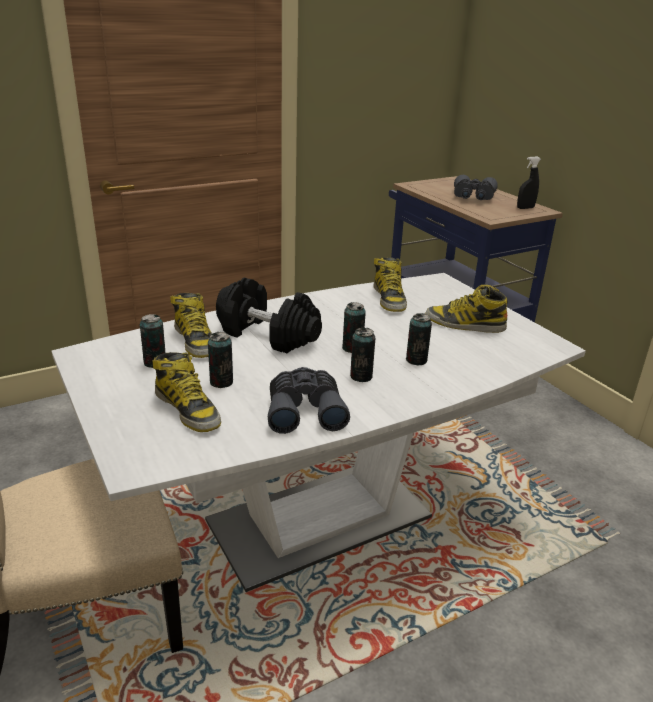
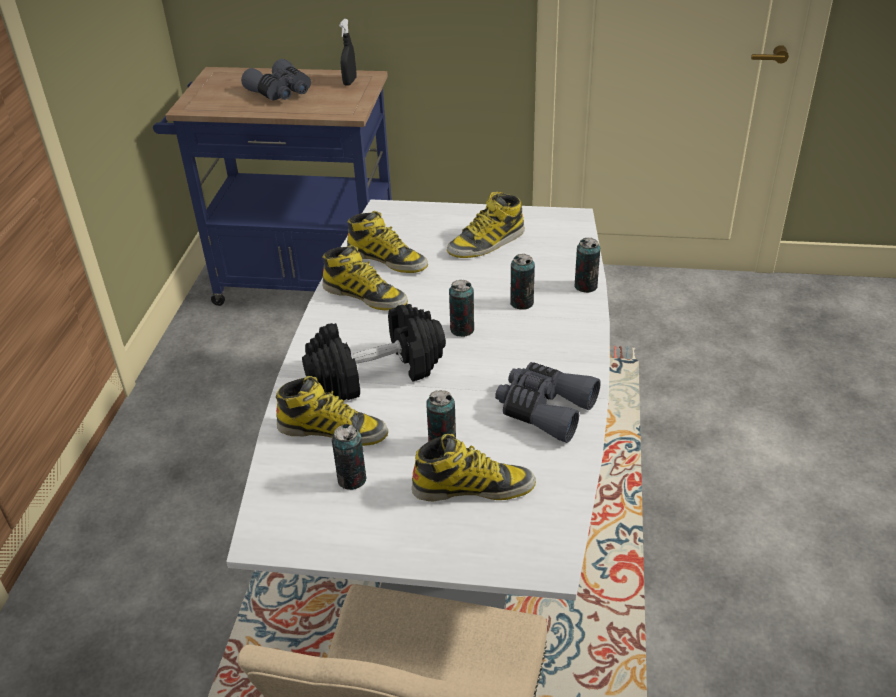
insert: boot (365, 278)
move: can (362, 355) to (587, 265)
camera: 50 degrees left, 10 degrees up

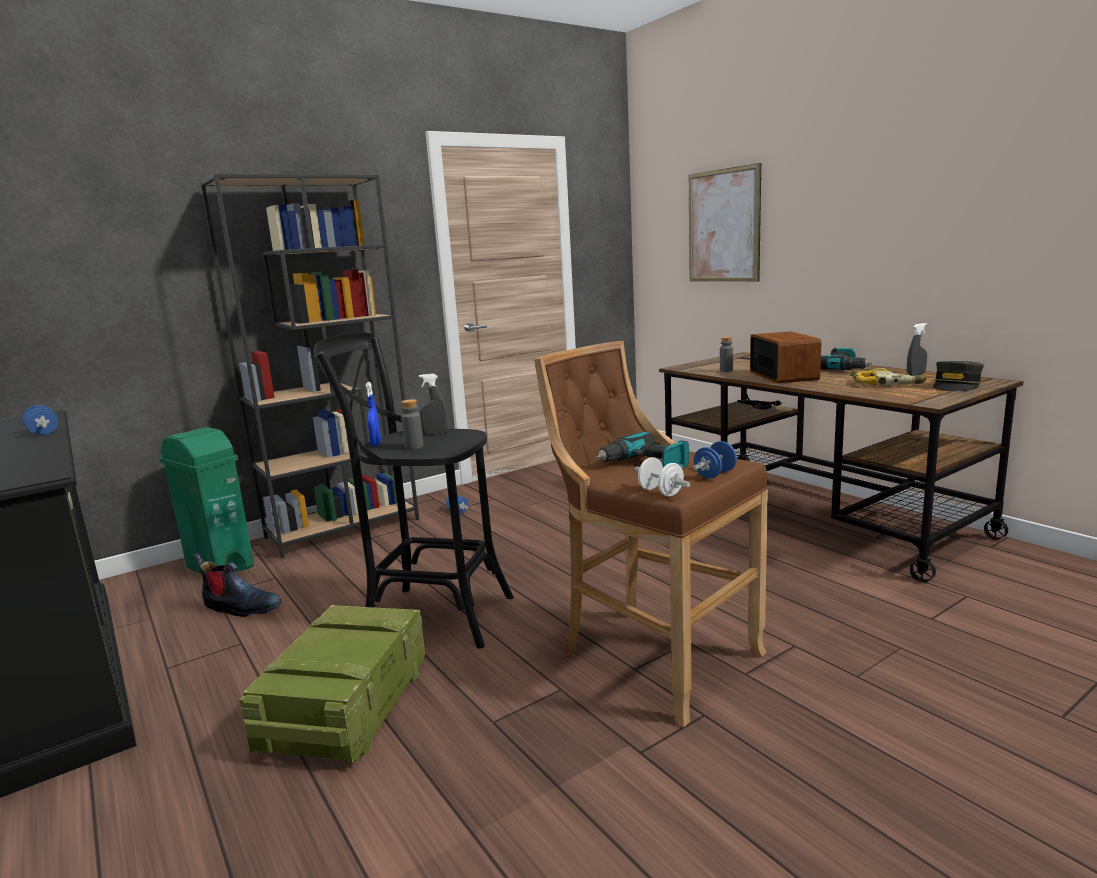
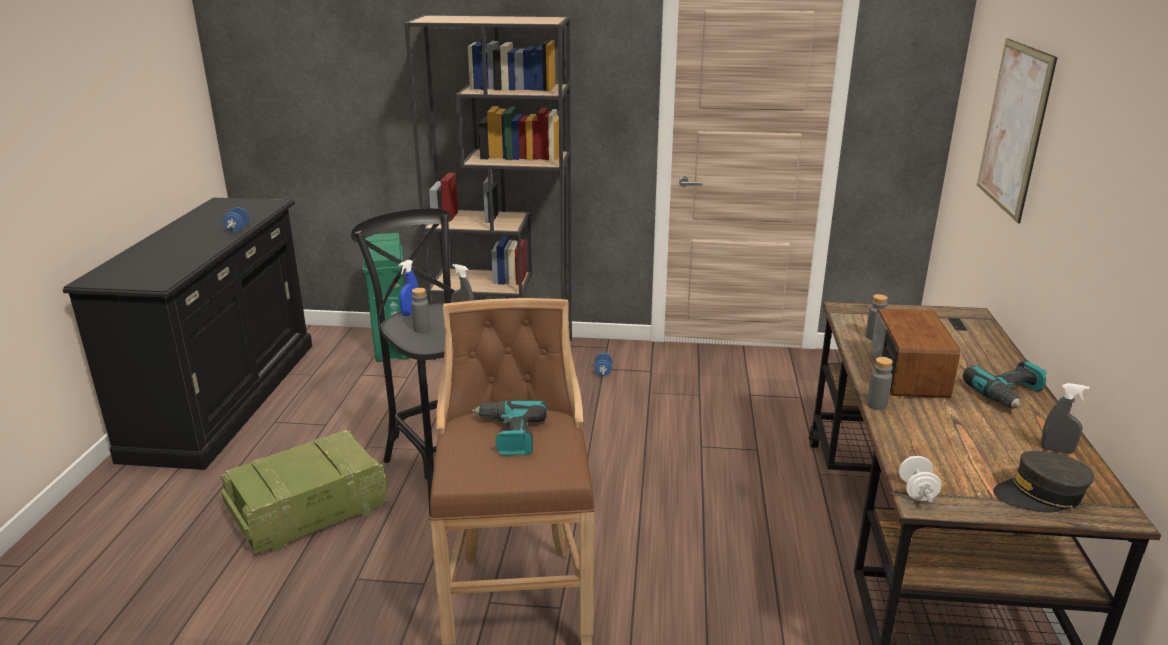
delete: boot (237, 585); dumbbell (blue) (715, 460); power drill (887, 377)
insert: bottle (grey) (880, 383)
move: dumbbell (white) (662, 476) to (920, 479)
rotate: radio (785, 357) = (915, 353) 150 degrees clockwise
camera: 40 degrees right, 10 degrees up

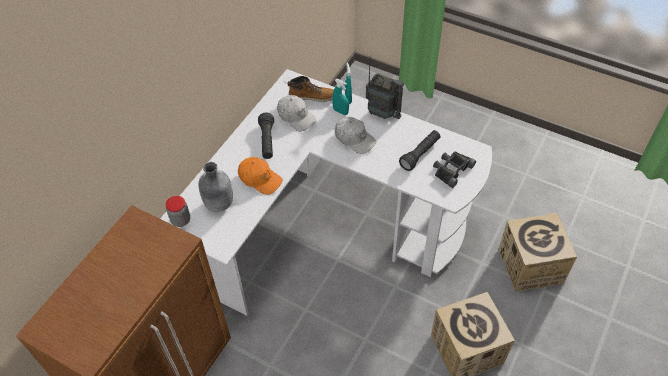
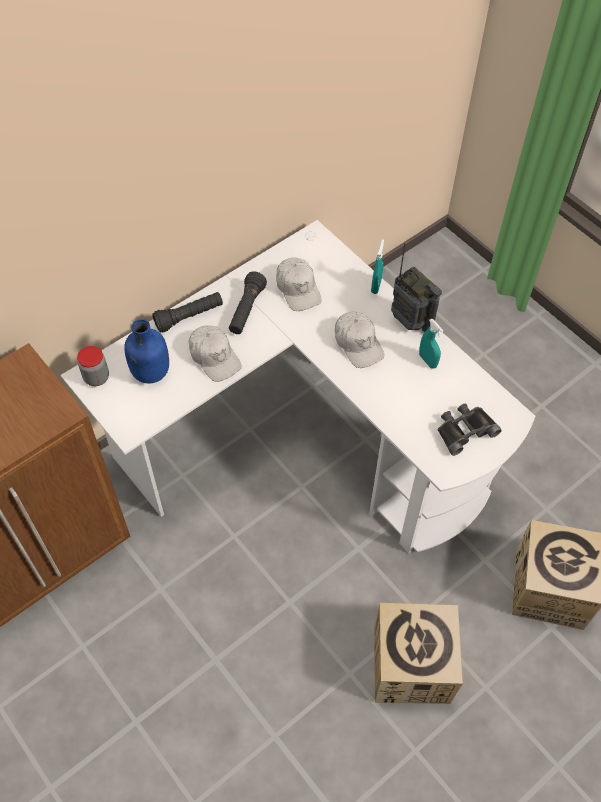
delete: boot (311, 89)
move: flashlight (black) (419, 150) to (187, 312); spray bottle (turquoise) (340, 97) to (431, 344)
recolor: bottle (grey) (215, 187) to bottle (blue) (146, 351); cap (orange) (260, 176) to cap (white) (215, 353)
camera: 20 degrees right, 5 degrees up

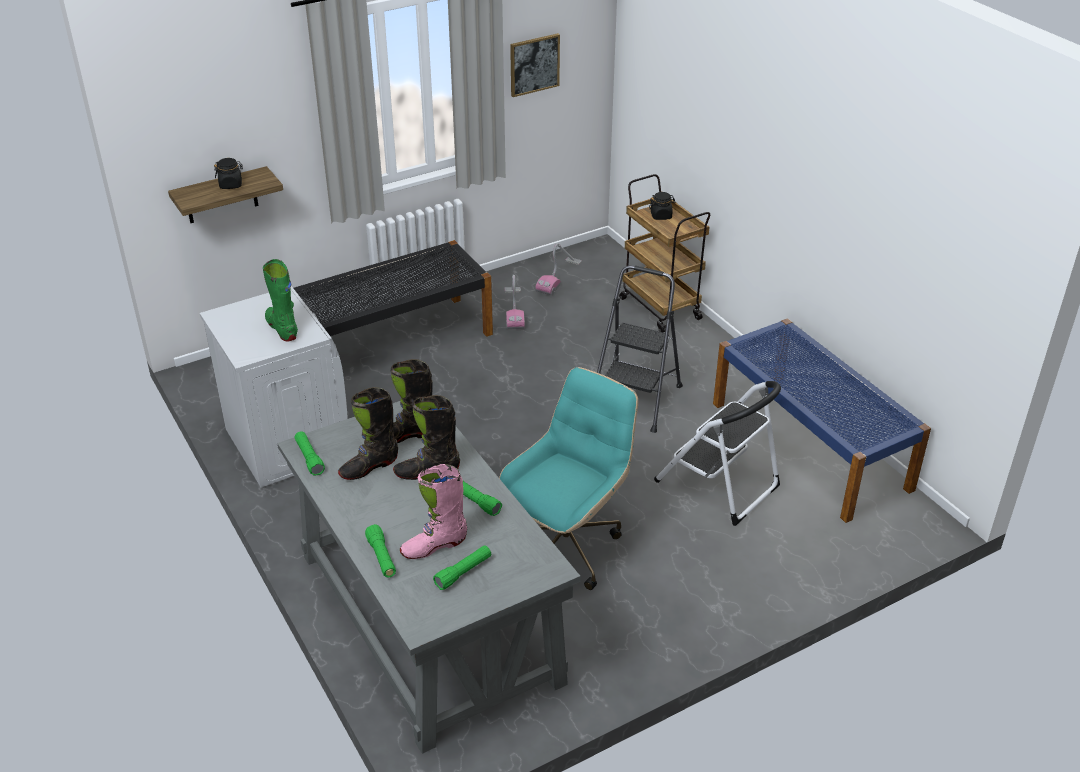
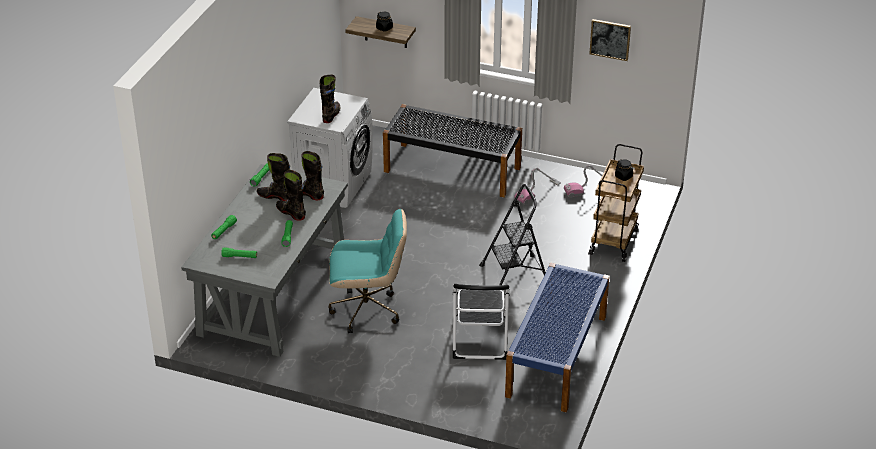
delete: boot (pink) (433, 511)
recolor: boot (green) (280, 300) to boot (black) (329, 99)
camera: 50 degrees right, 0 degrees up

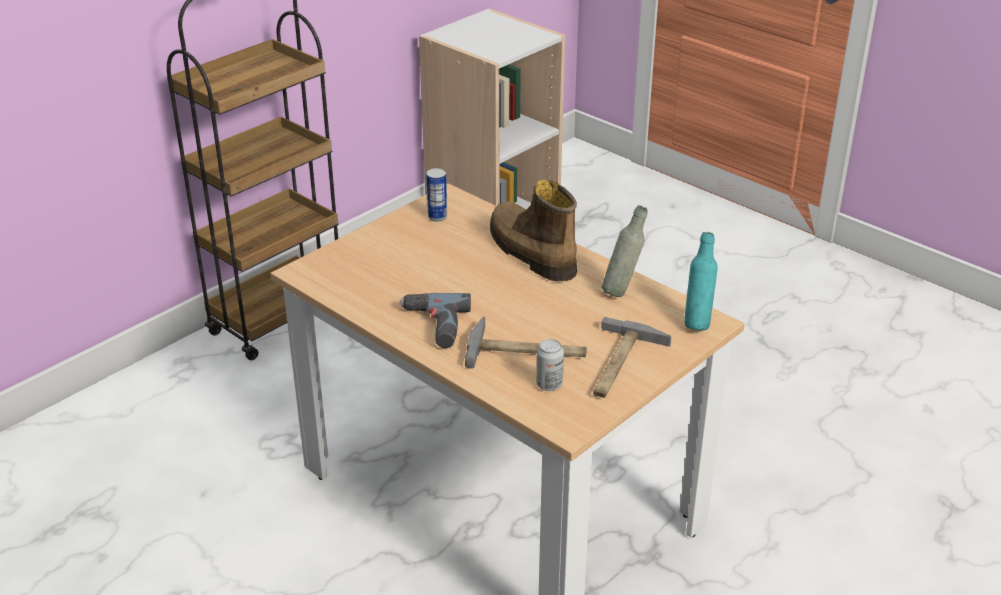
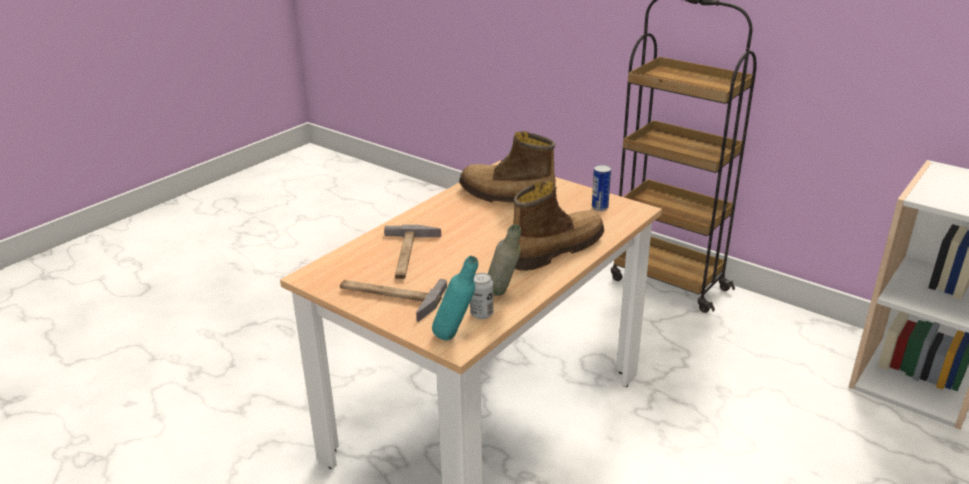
delete: power drill (435, 320)
insert: boot (507, 167)
move: can (550, 365) to (482, 296)
camera: 85 degrees right, 5 degrees down

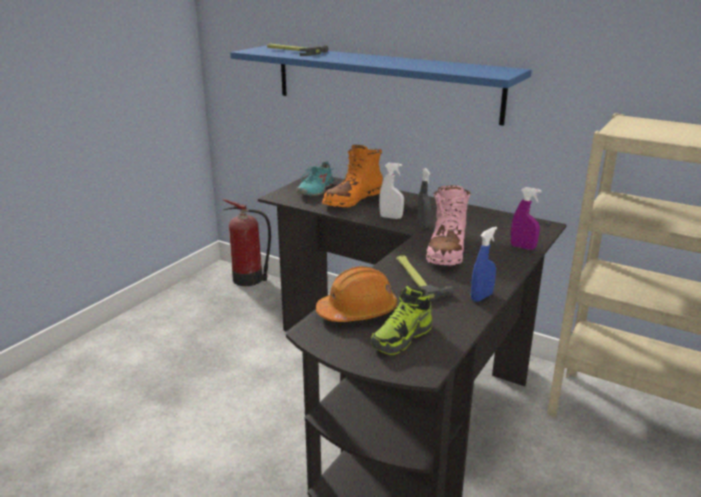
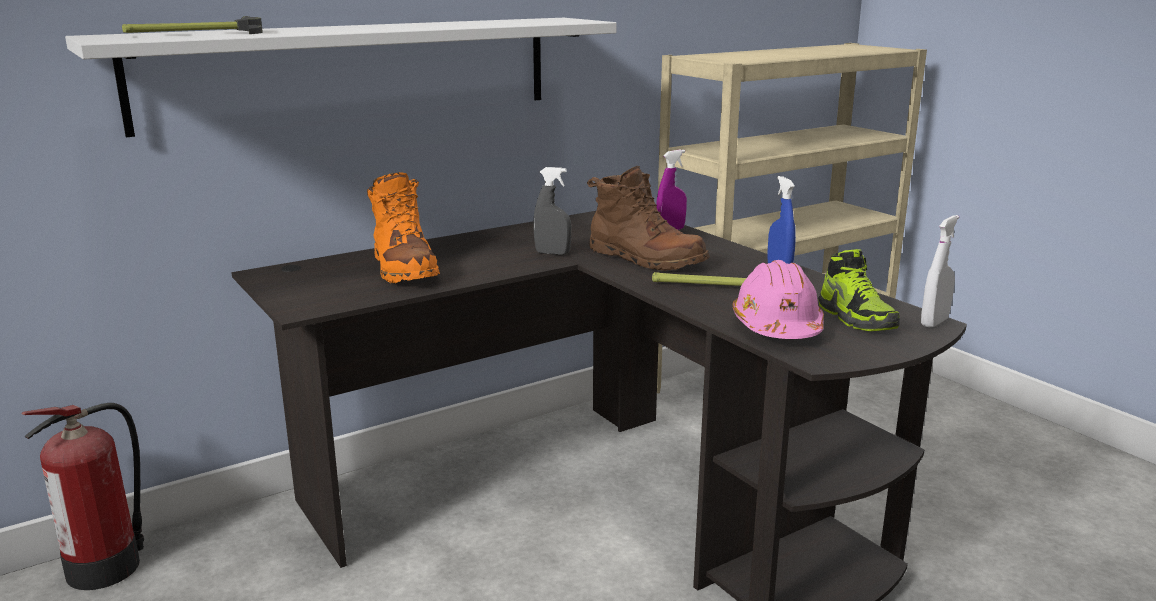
delete: shoe (turquoise) (315, 178)
move: spray bottle (white) (391, 191) to (940, 271)
recolor: shelf (blue) (381, 85) to shelf (white) (341, 77); boot (pink) (448, 225) to boot (brown) (648, 218); hard hat (orange) (356, 294) to hard hat (pink) (778, 299)
camera: 65 degrees left, 5 degrees down

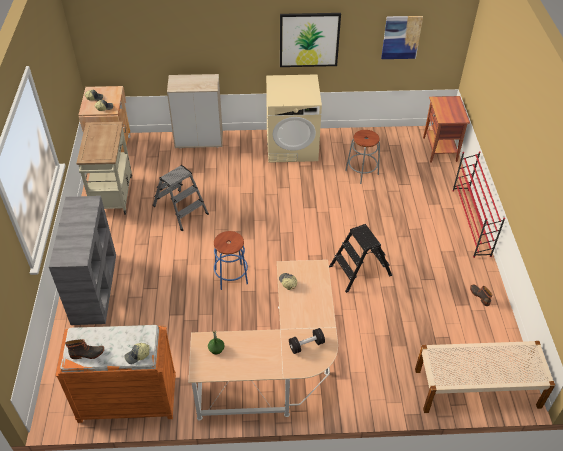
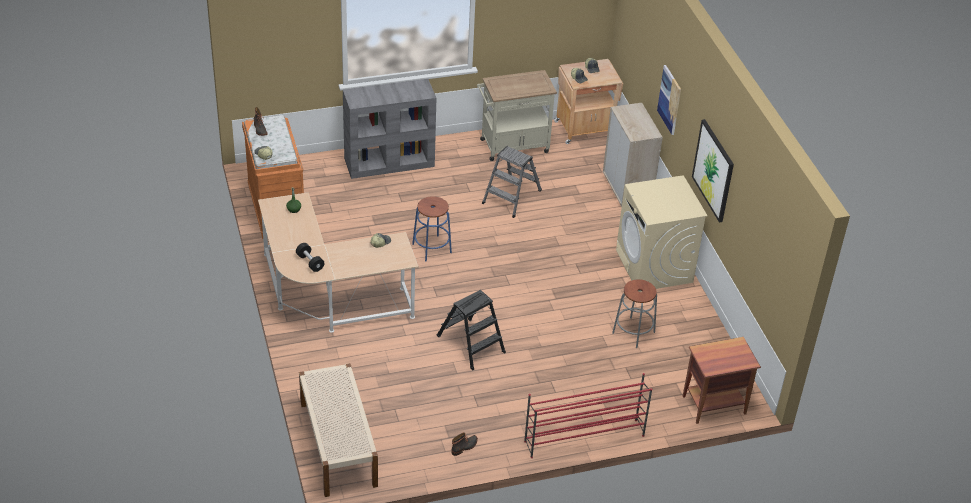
move: picture (402, 37) to (669, 100)
camera: 75 degrees right, 5 degrees down

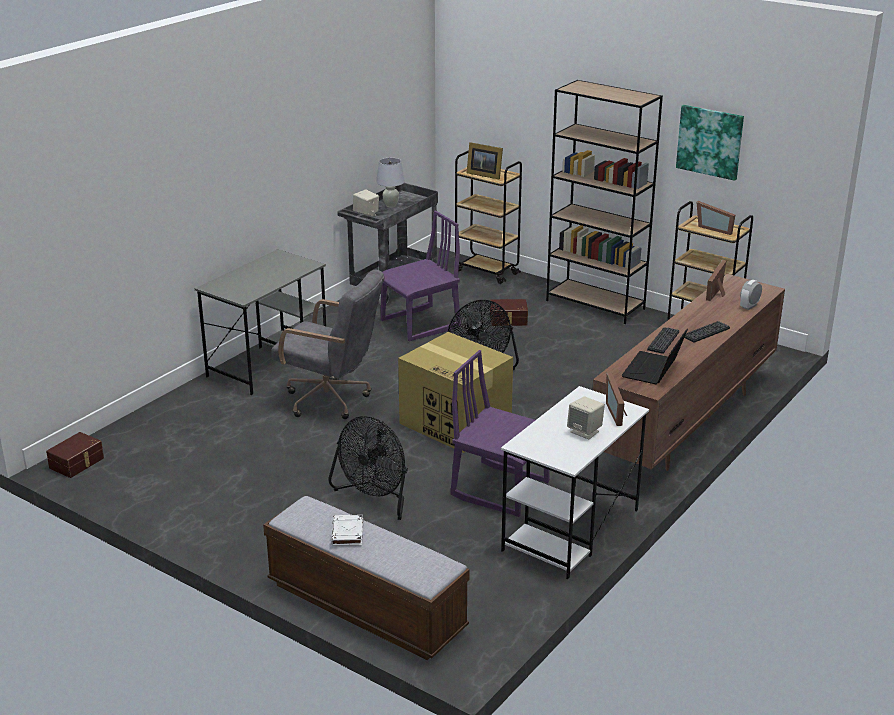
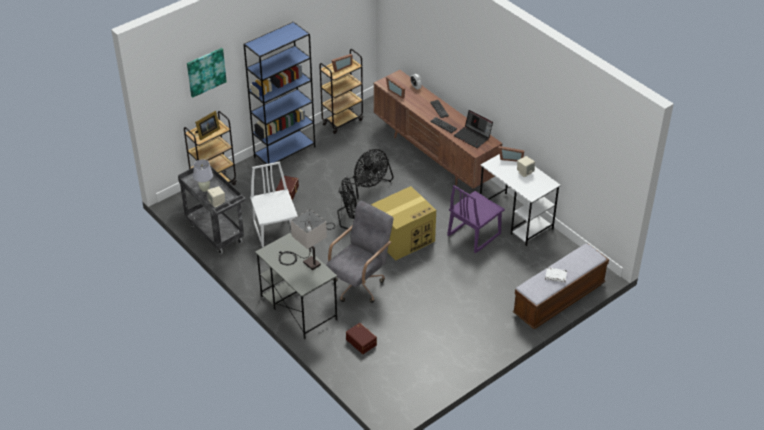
insert: table lamp (303, 239)
move: picture (710, 143) to (207, 73); fan (black) (368, 468) to (369, 174); storage box (brown) (75, 455) to (361, 338)
recolor: bookcase (beige) (604, 202) to bookcase (blue) (279, 96); chair (purple) (421, 276) to chair (white) (274, 204)
camera: 75 degrees left, 15 degrees up

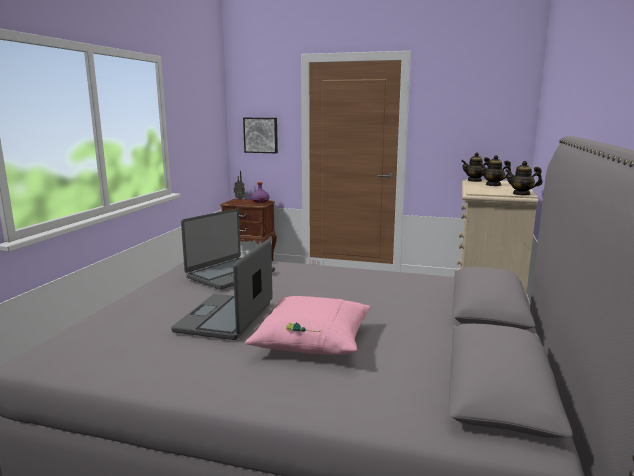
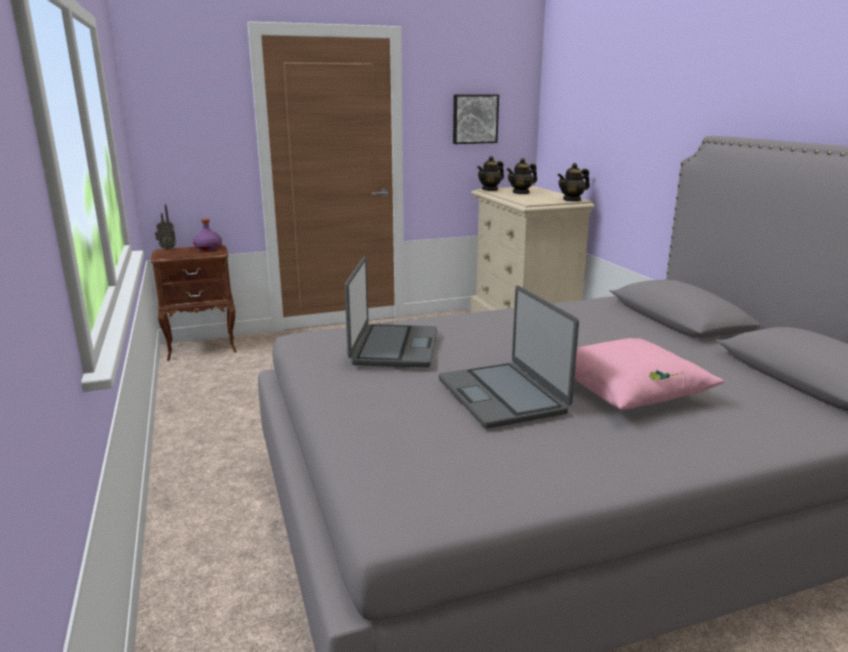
move: picture (260, 135) to (476, 119)
camera: 35 degrees left, 5 degrees up

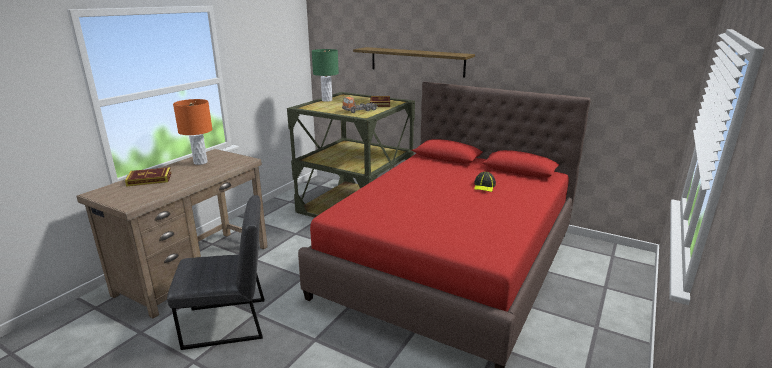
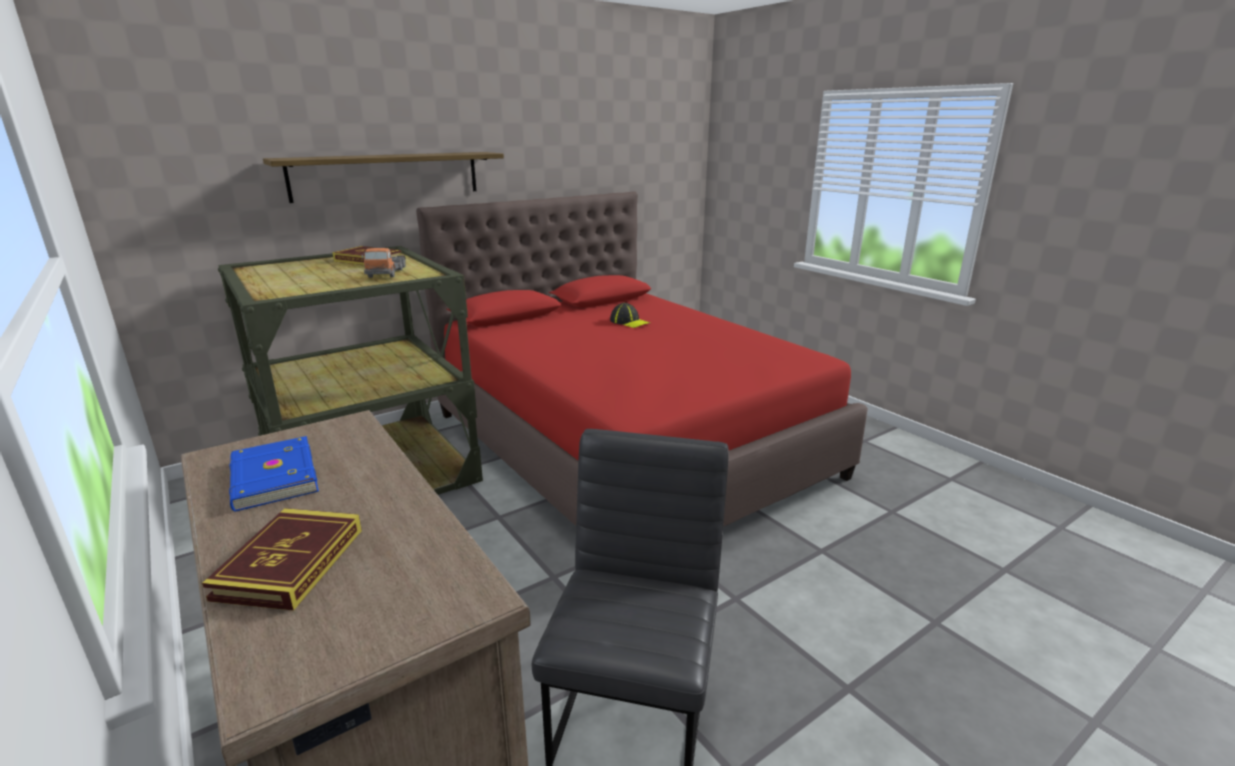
delete: table lamp (green) (325, 75)
replace: table lamp (orange) (192, 132) to book (blue) (274, 473)
camera: 65 degrees left, 0 degrees up

